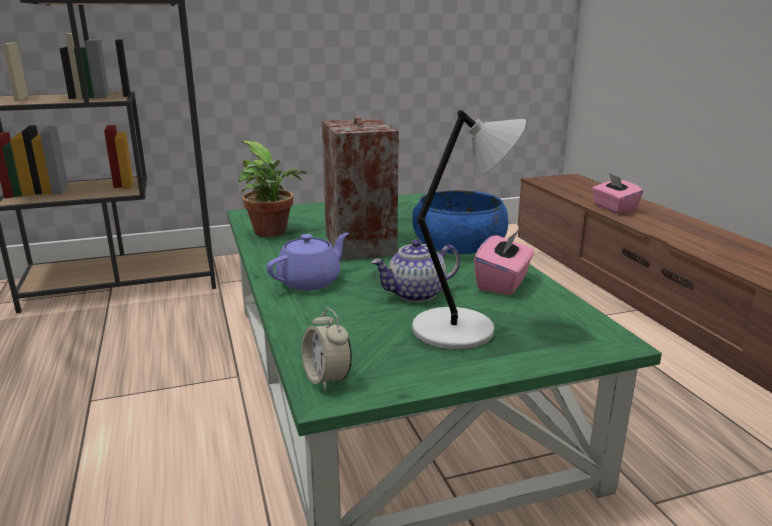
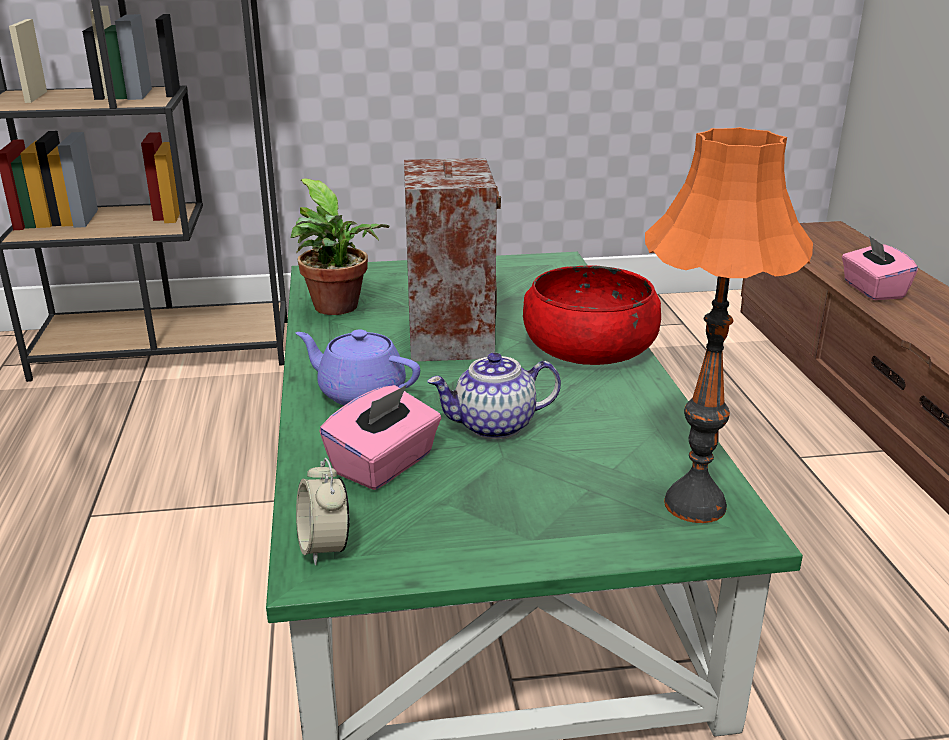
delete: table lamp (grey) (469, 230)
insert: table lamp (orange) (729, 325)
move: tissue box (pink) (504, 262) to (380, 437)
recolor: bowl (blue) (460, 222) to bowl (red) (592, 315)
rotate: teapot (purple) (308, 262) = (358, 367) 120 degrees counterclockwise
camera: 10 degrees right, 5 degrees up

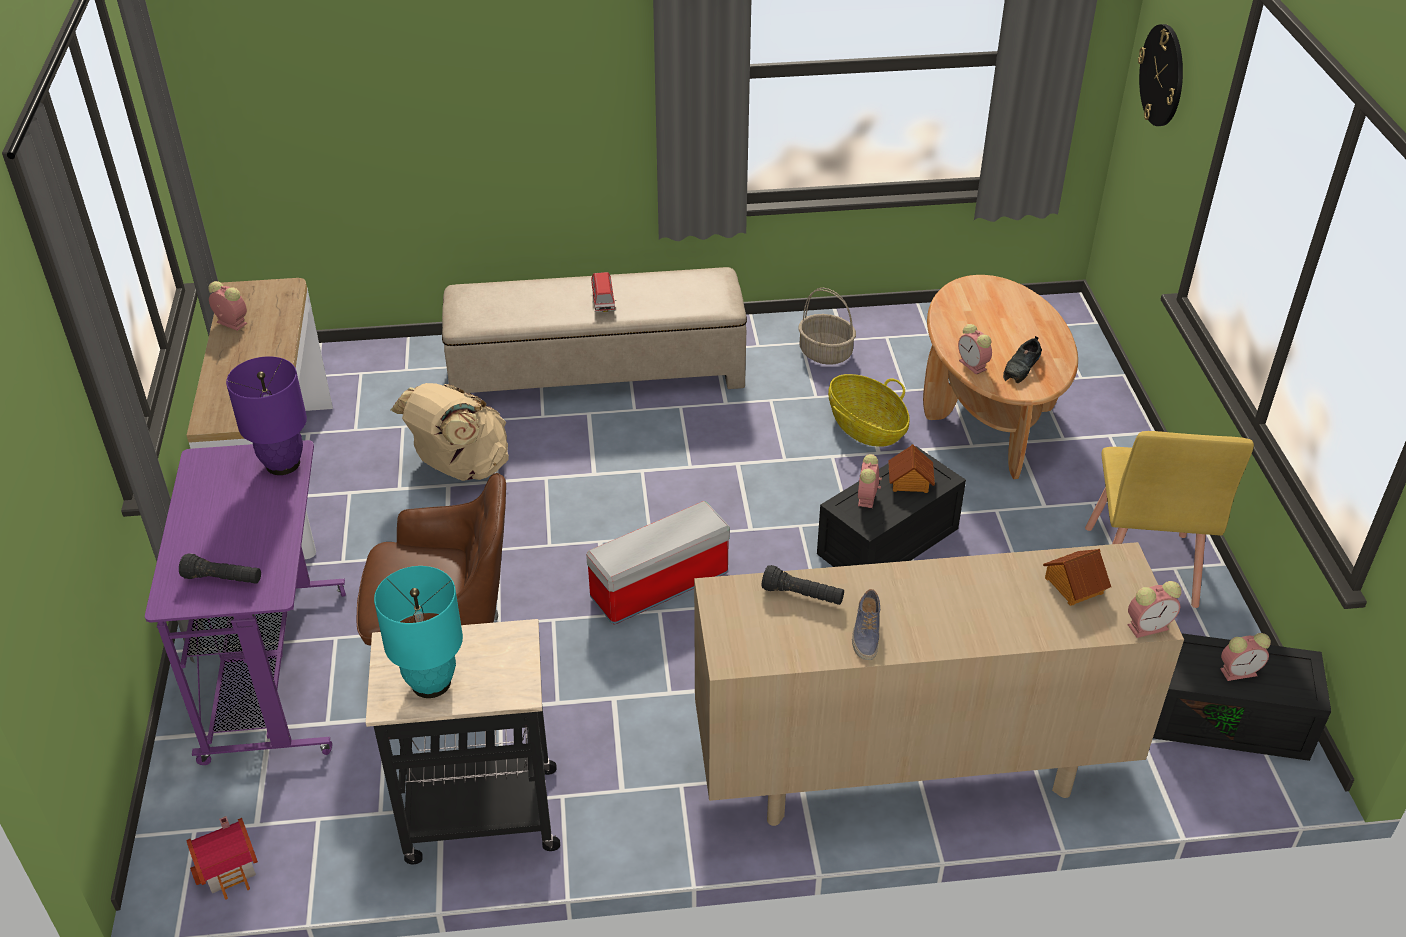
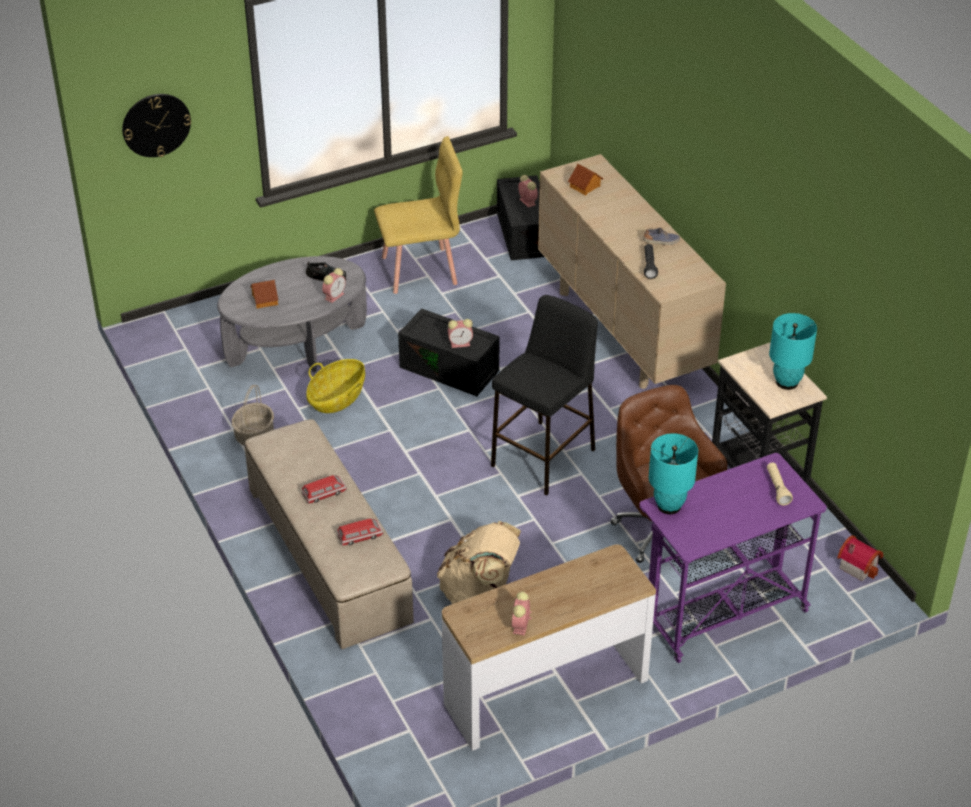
delete: alarm clock (1154, 609)
insert: toy car (360, 532)
move: toy house (911, 468) to (264, 294)
replace: storage box (658, 562) to stool (black) (544, 395)
recolor: coffee table (brown) (1000, 377) to coffee table (grey) (292, 314); table lamp (purple) (266, 415) to table lamp (turquoise) (673, 473); flashlight (black) (220, 568) to flashlight (beige) (780, 484)
camera: 110 degrees left, 0 degrees up

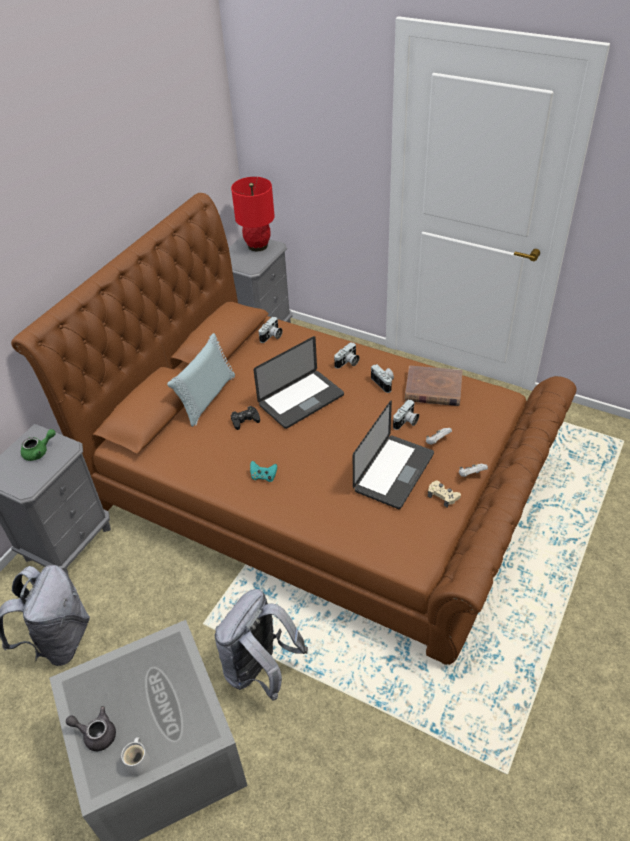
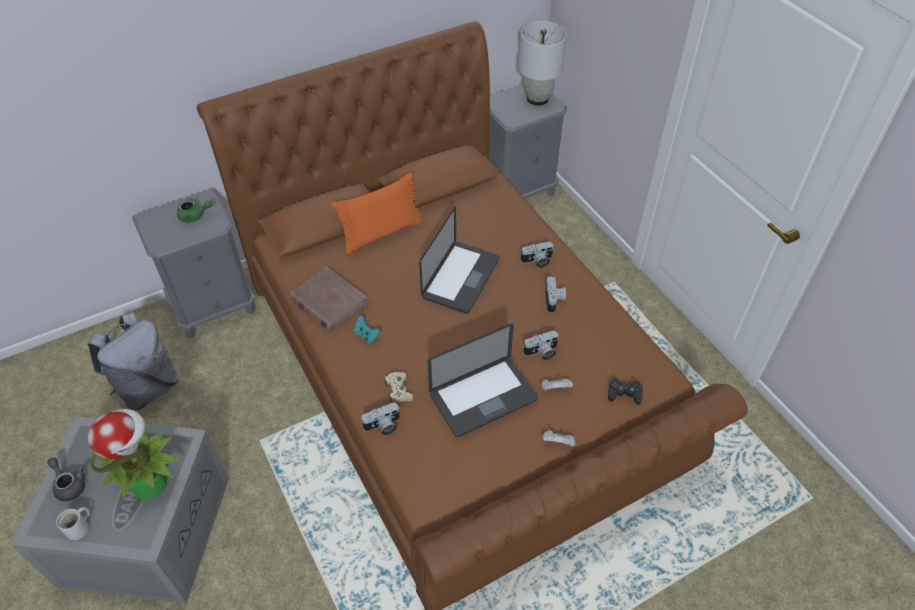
delete: backpack (grey) (261, 645)
insert: potted plant (133, 454)
move: book (brown) (434, 385) to (329, 299); photo camera (270, 330) to (380, 418); game controller (beige) (444, 494) to (399, 387); game controller (black) (245, 418) to (625, 391)
recolor: pillow (blue) (201, 380) to pillow (orange) (377, 214); table lamp (red) (253, 214) to table lamp (white) (542, 63)
rotate: laptop (299, 382) = (459, 260) 60 degrees counterclockwise
camera: 30 degrees right, 5 degrees up

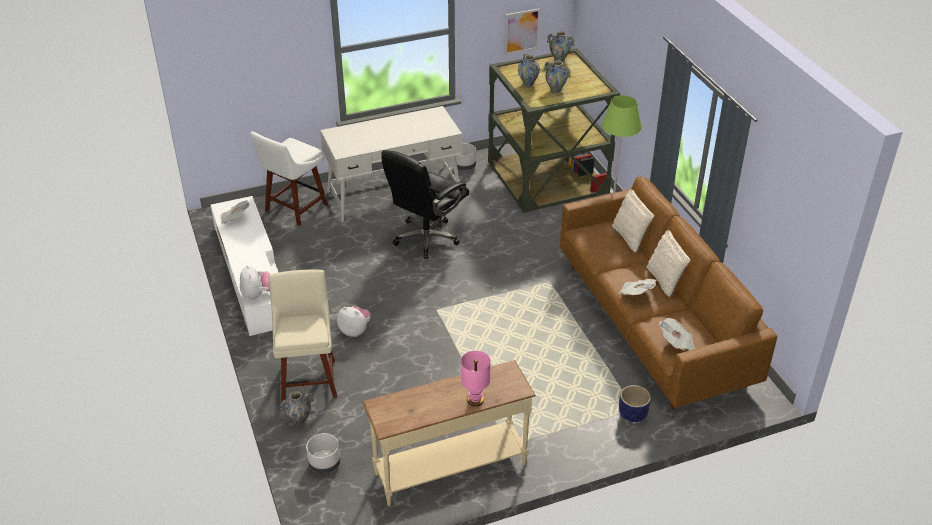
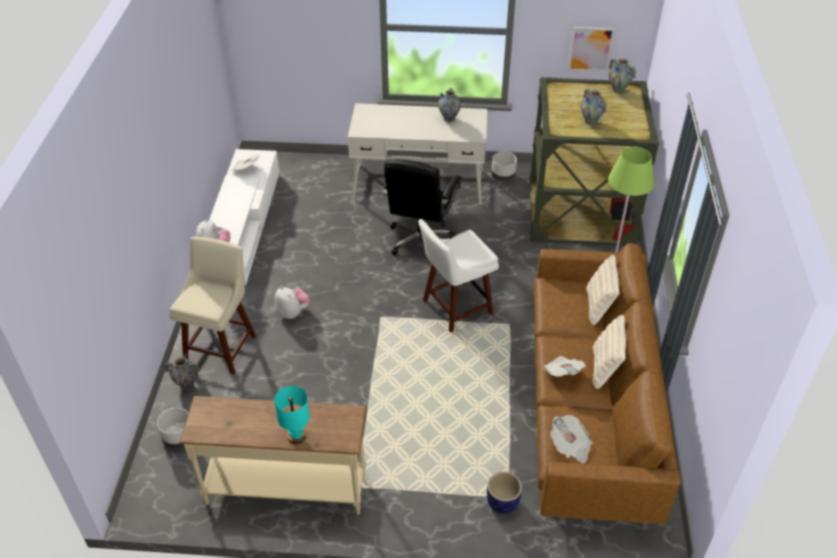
move: stool (white) (289, 178) to (458, 275); vase (529, 70) to (449, 104)
recolor: table lamp (pink) (476, 378) to table lamp (turquoise) (292, 415)
rotate: office chair (black) (425, 204) = (422, 207) 45 degrees counterclockwise
camera: 25 degrees right, 5 degrees up

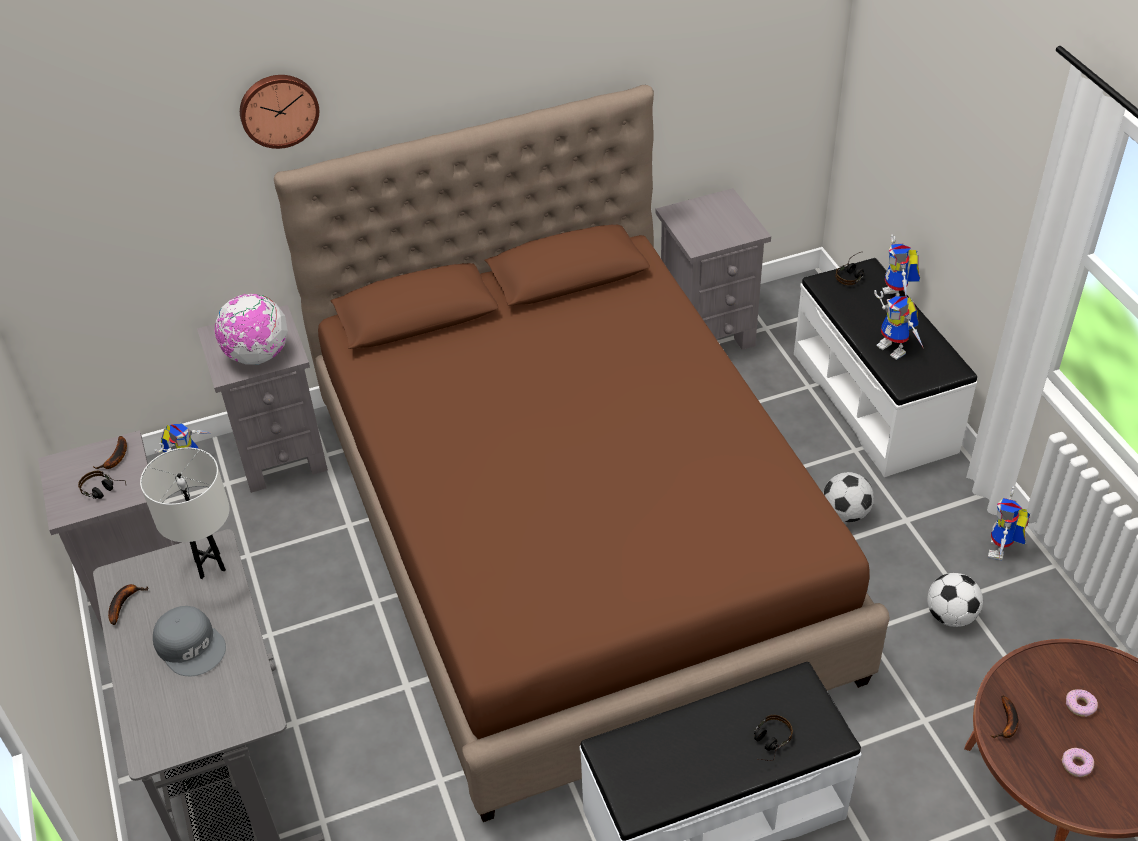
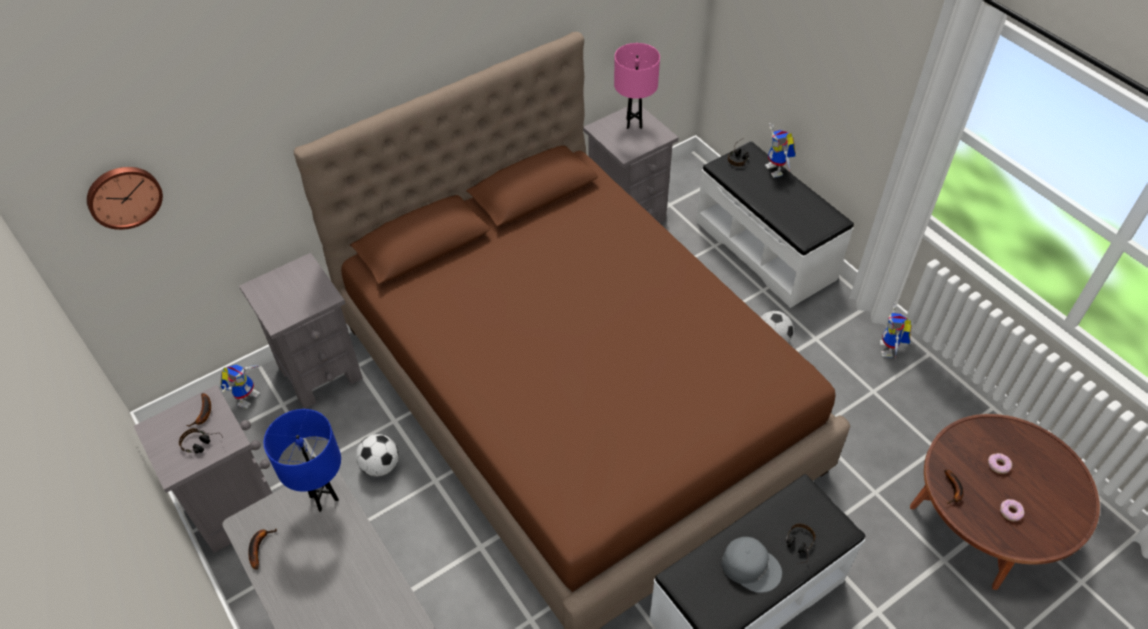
delete: globe (251, 329); toy robot (898, 325)
insert: table lamp (pink) (637, 86)
move: wall clock (279, 112) to (125, 198); football (955, 600) to (377, 455); cap (grey) (189, 641) to (751, 565)
recolor: table lamp (white) (185, 513) to table lamp (blue) (302, 460)
camera: 15 degrees left, 5 degrees up

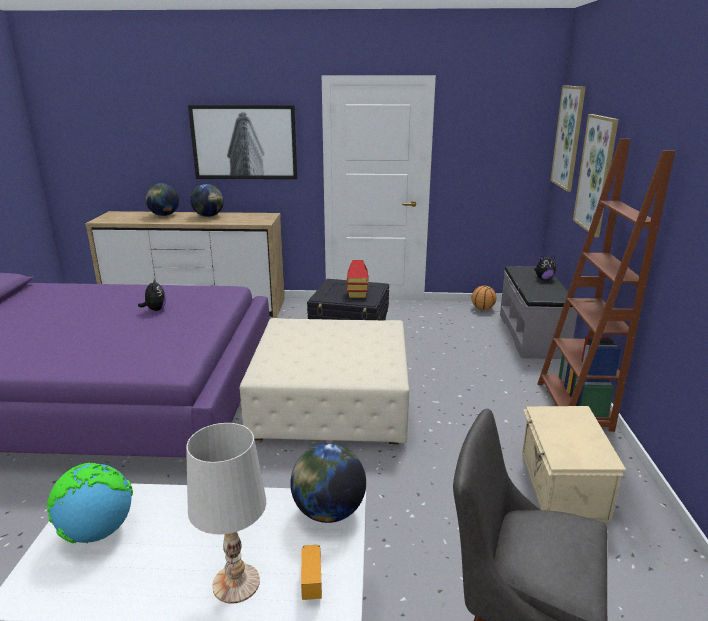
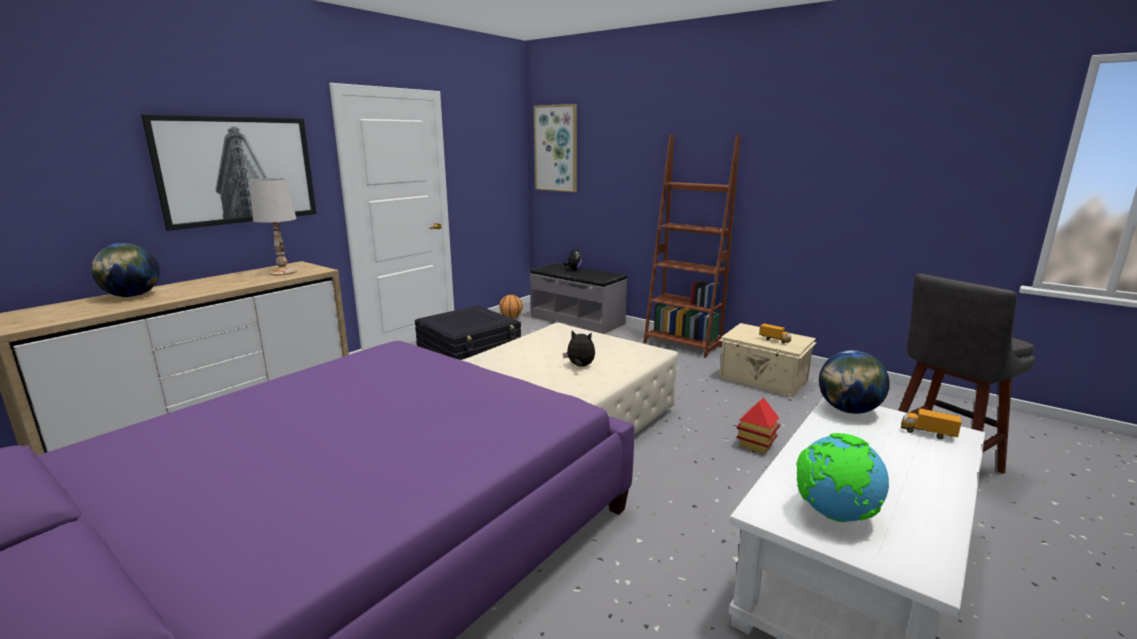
delete: globe (207, 200); picture (596, 175)
insert: toy truck (775, 334)
move: table lamp (white) (226, 513) to (273, 226); plush toy (152, 294) to (579, 349); toy house (357, 279) to (758, 426)
camera: 55 degrees left, 5 degrees down

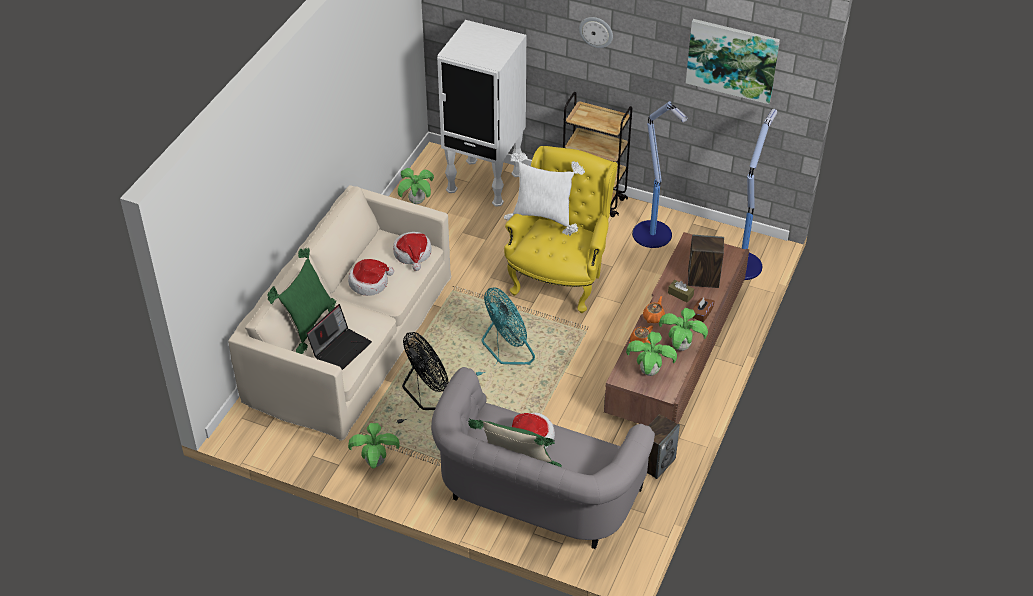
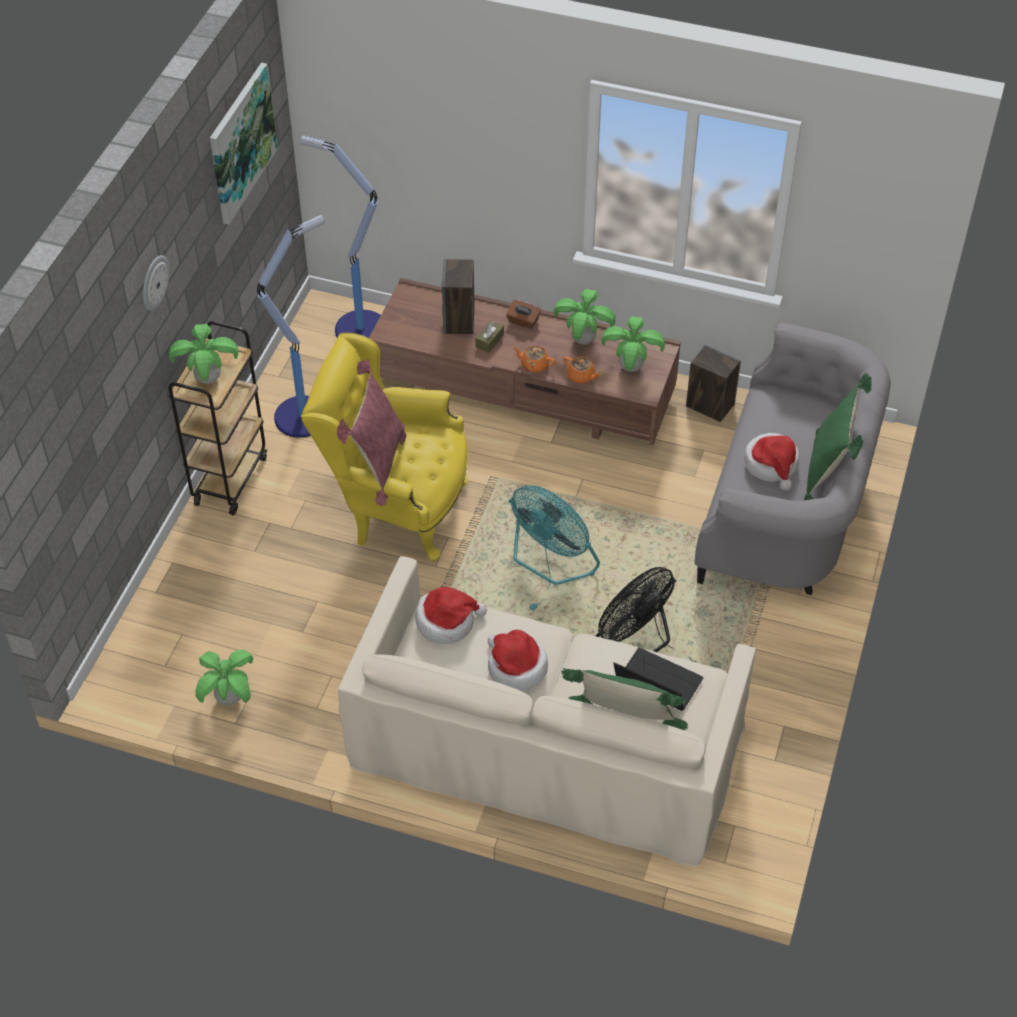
delete: cabinet (white) (481, 113)
move: potted plant (374, 446) to (203, 354)
recolor: pillow (white) (544, 193) to pillow (red) (372, 433)
rotate: fan (turquoise) (505, 332) = (554, 547) 75 degrees clockwise
camera: 95 degrees left, 5 degrees up

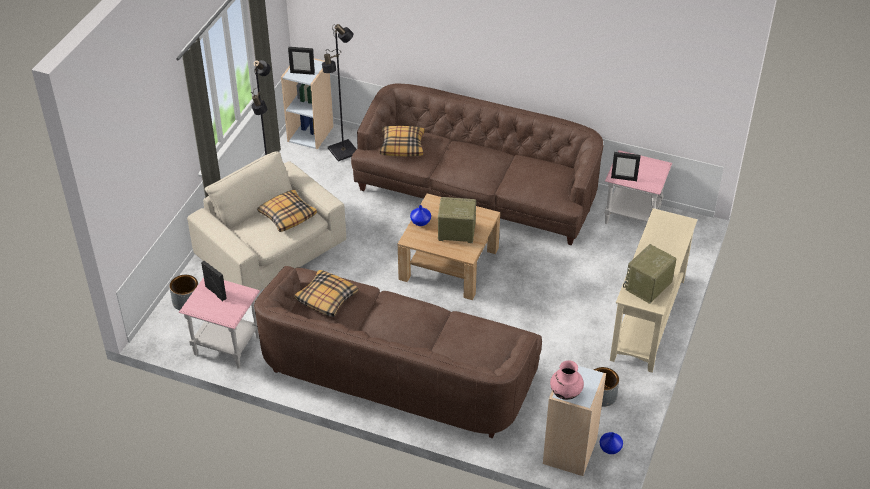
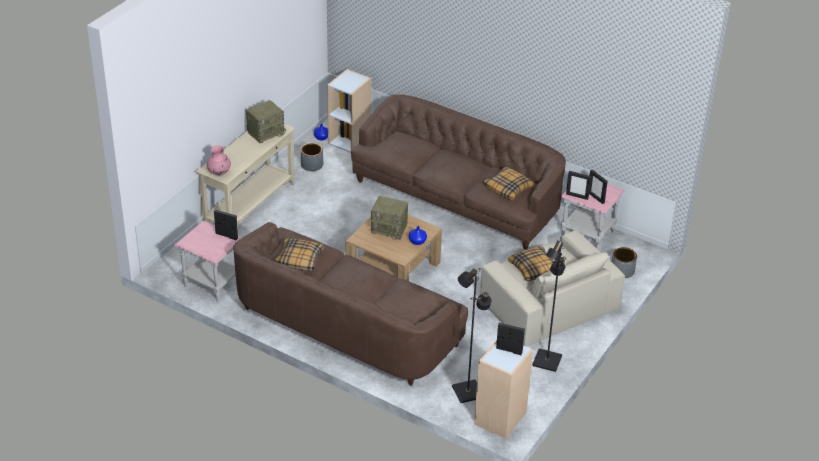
insert: picture frame (578, 185)
move: vase (pink) (567, 380) to (218, 160); pillow (402, 141) to (299, 254)
camera: 170 degrees left, 5 degrees down

